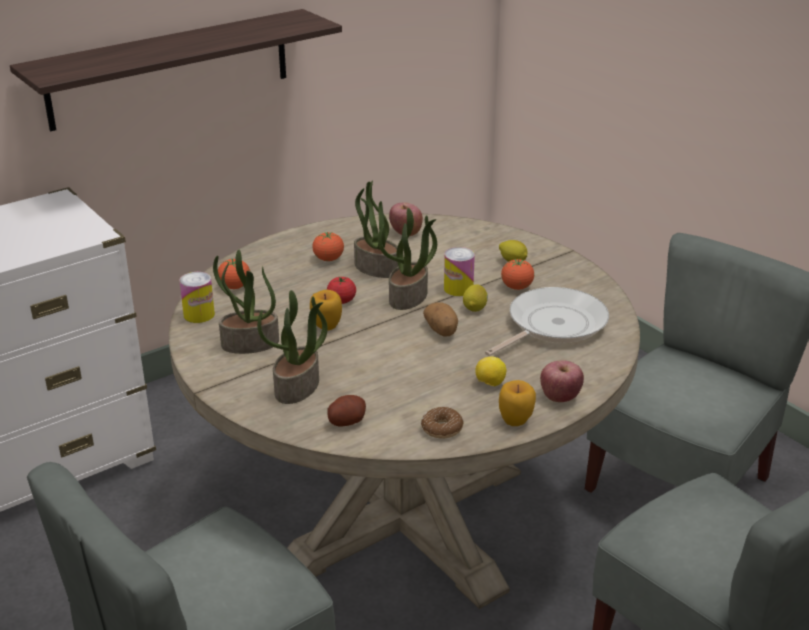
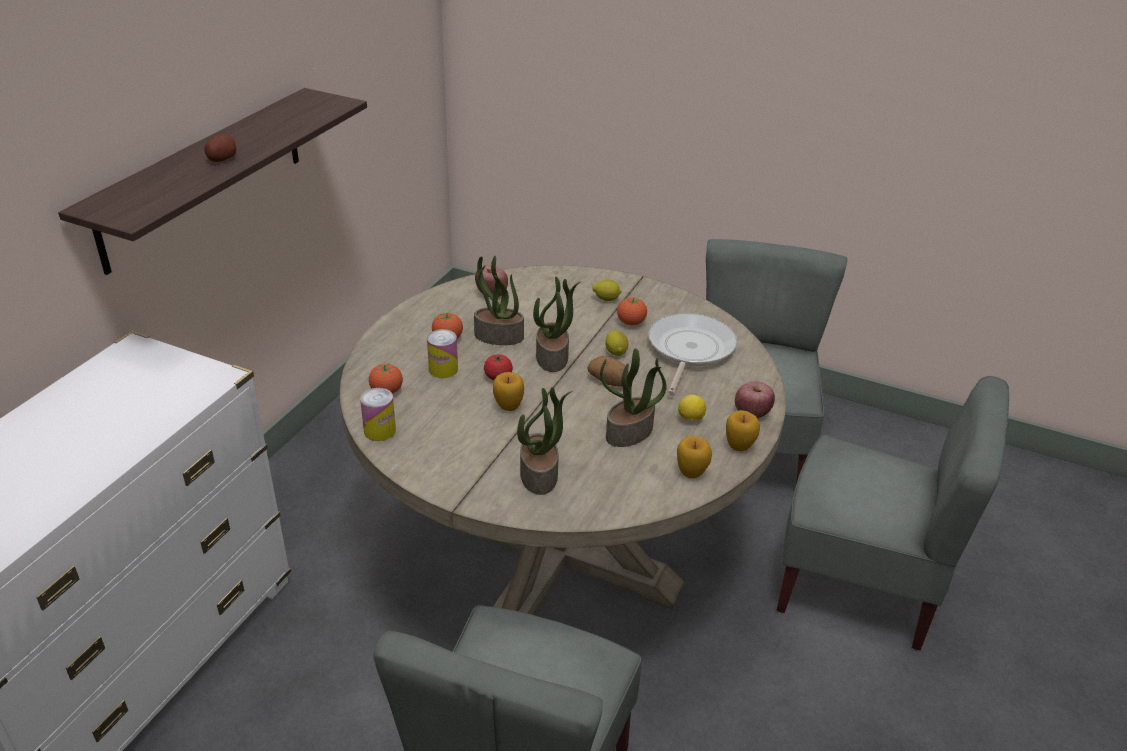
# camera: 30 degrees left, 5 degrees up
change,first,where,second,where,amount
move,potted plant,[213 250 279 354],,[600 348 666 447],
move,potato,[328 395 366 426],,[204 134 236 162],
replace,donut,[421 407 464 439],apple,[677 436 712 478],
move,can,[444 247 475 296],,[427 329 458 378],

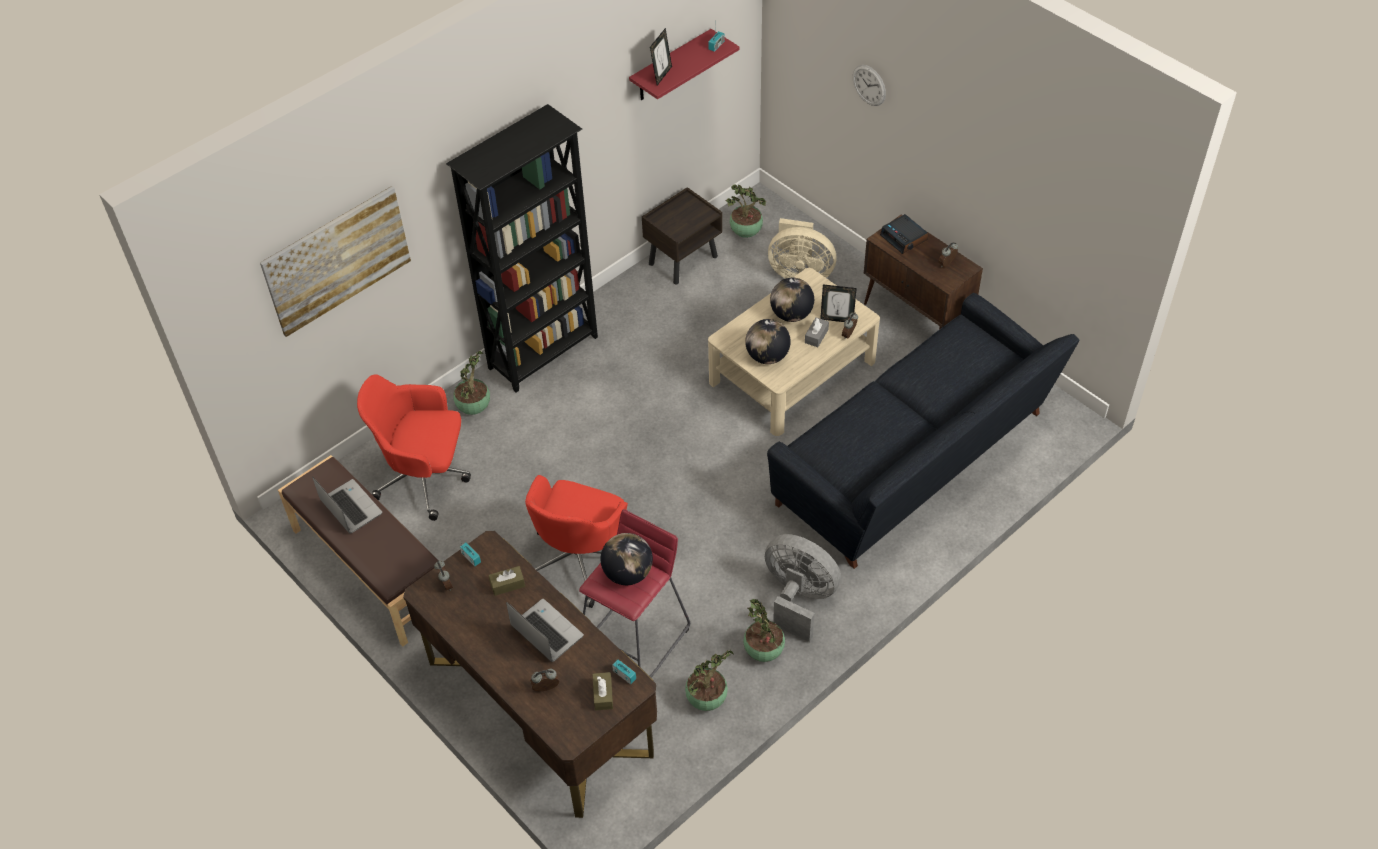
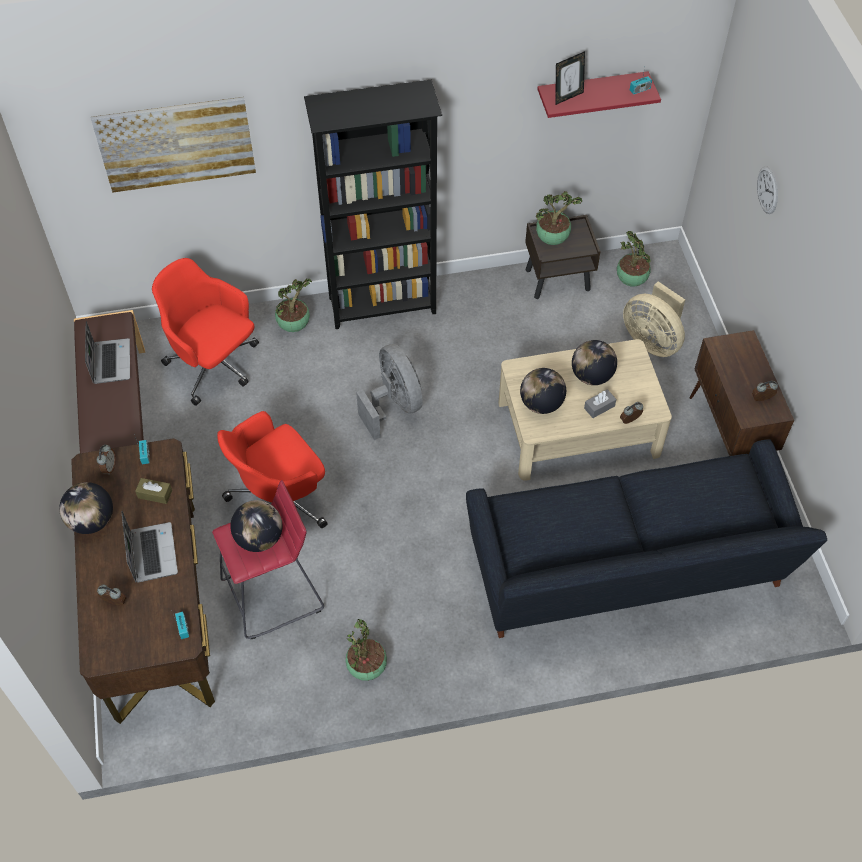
# camera: 30 degrees right, 5 degrees up
change,first,where,second,where,amount
delete,tissue box in brown,[592 672 613 711],,,
move,potted plant,[685 650 734 711],,[536 191 582 245],
move,fan in grey,[765 534 841 642],,[356 344 423 440],
delete,picture frame,[820 284 857 322],,,
delete,alarm clock,[880 214 929 254],,,
insert,,,globe,[59 482 113 534],

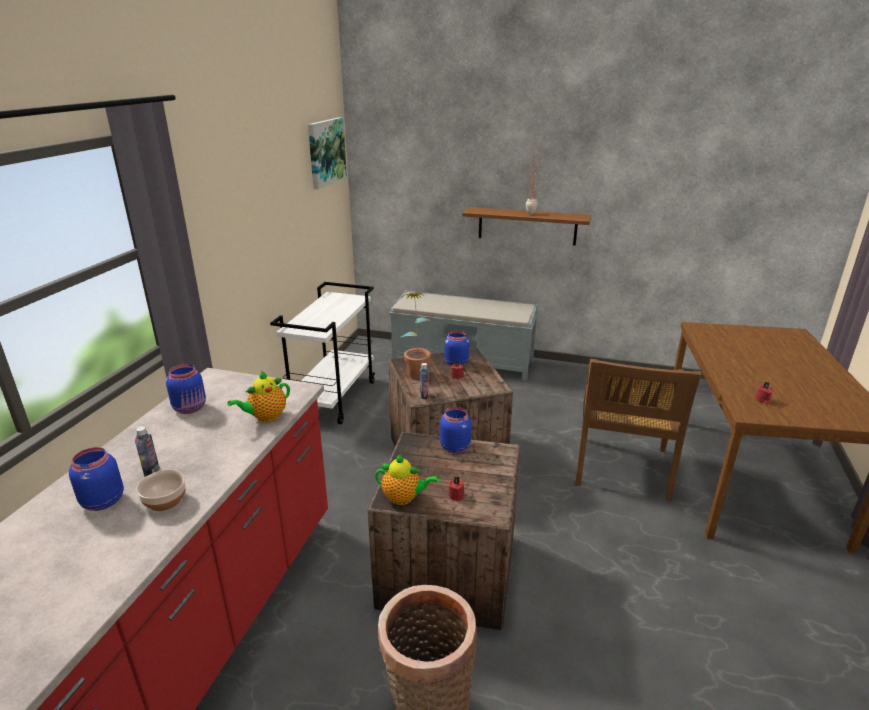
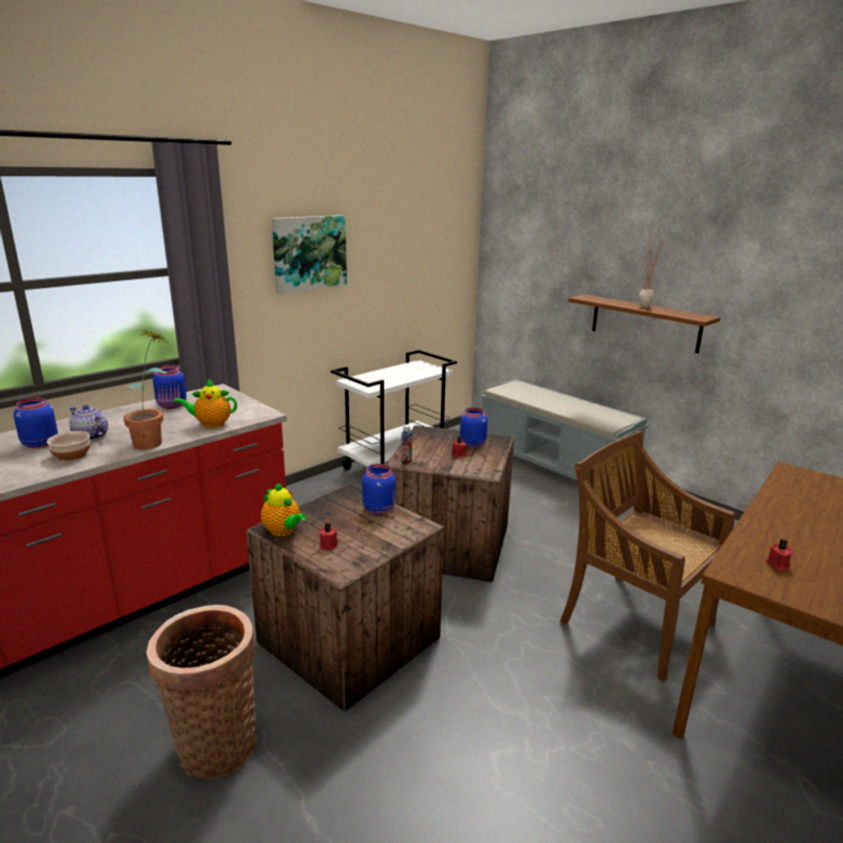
# camera: 30 degrees right, 5 degrees down
change,first,where,second,where,amount
replace,bottle,[135 426 160 477],teapot,[69 405 108 441],
move,picture,[308 117 347 189],,[271 215 347 294],
move,potted plant,[401 292 431 379],,[123 330 167 450],
rotate,chair in brown,[575 359 701 501],,[560 431 735 682],90 degrees clockwise

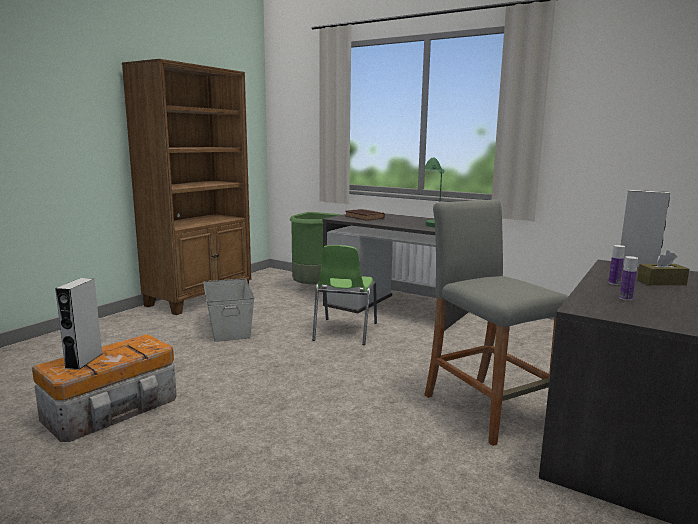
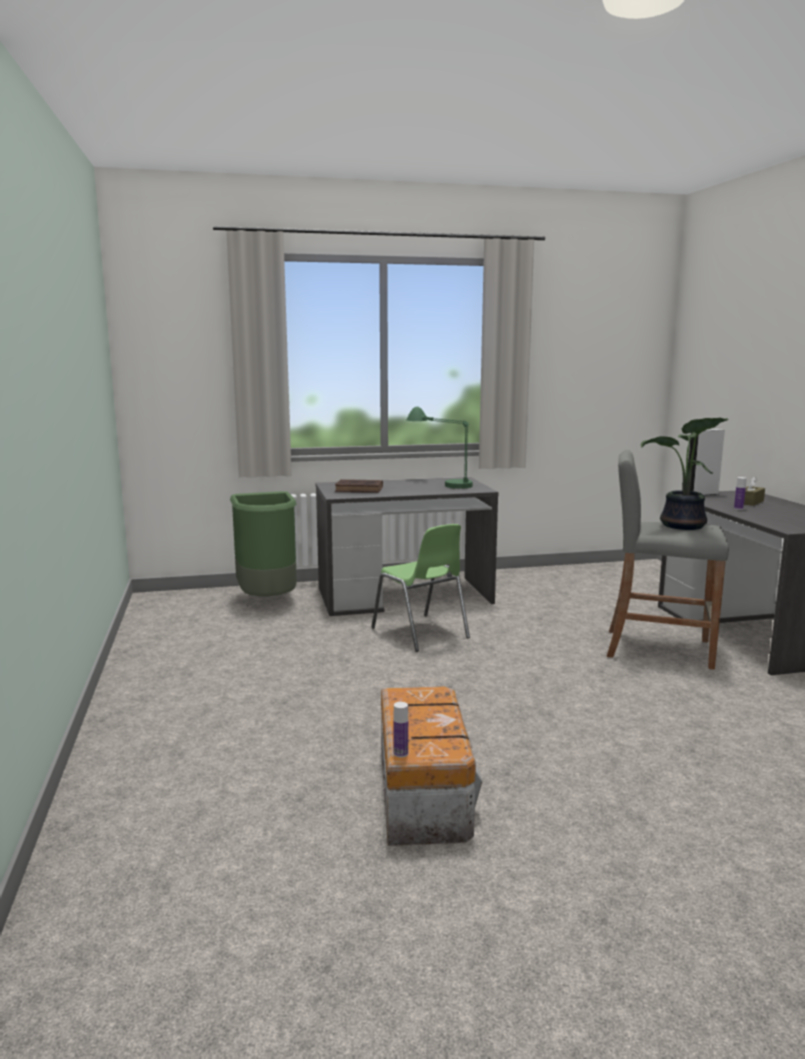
# camera: 45 degrees left, 0 degrees up
change,first,where,second,where,amount
delete,speaker in grey,[55 278 102 370],,,
delete,bookcase in brown,[122 59 251 315],,,
delete,storage box in grey,[203 279 255 342],,,
move,bottle,[619 256 638 301],,[393 702 408 757],
insert,,,potted plant,[641 418 729 530],

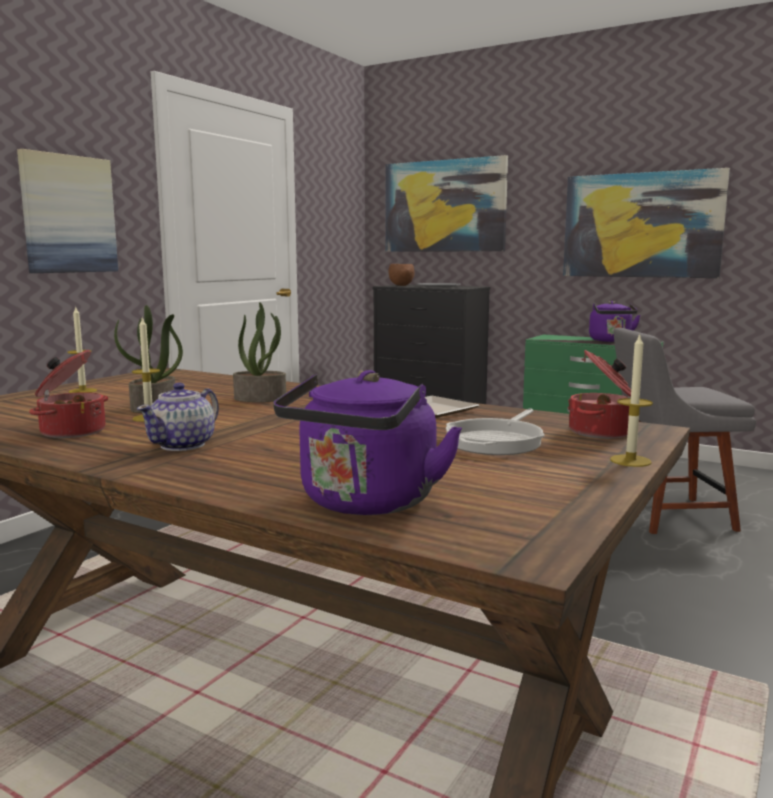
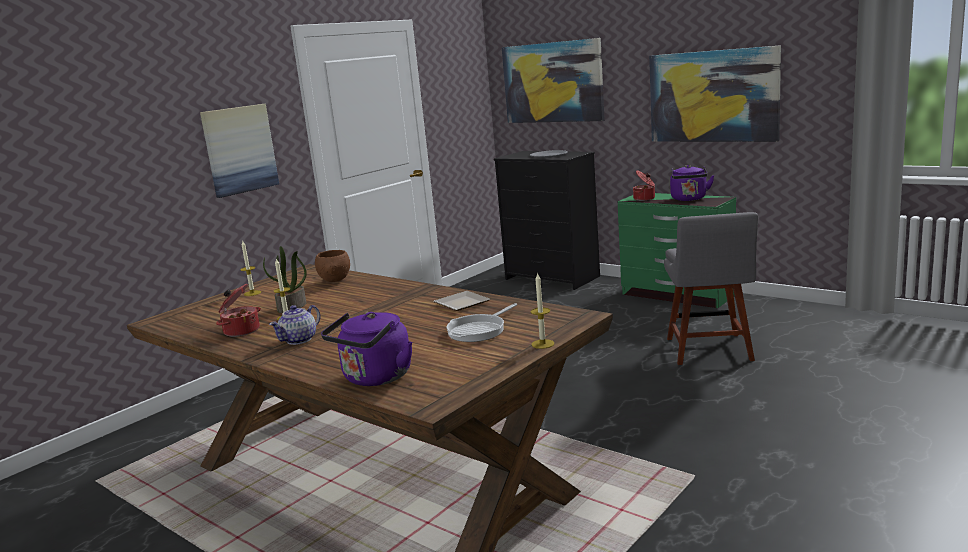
# camera: 10 degrees right, 5 degrees up
change,first,where,second,where,amount
delete,potted plant,[233 302 286 402],,,
move,bowl in brown,[389 264 415 286],,[315 250 350 282],
move,cooking pot,[568 350 631 439],,[633 170 655 201],
rotate,chair in grey,[613 327 756 534],,[664 212 758 365],90 degrees counterclockwise

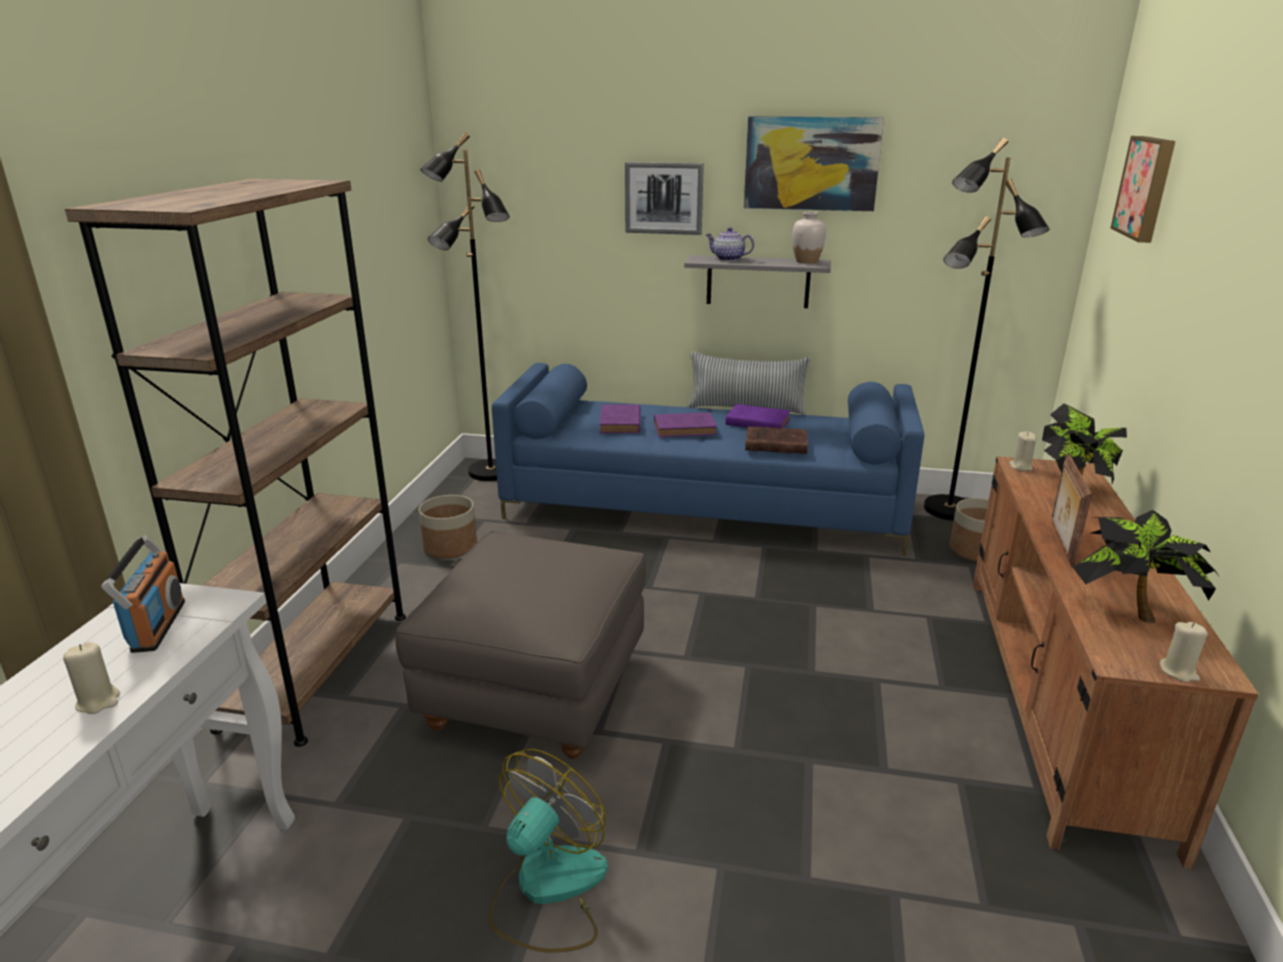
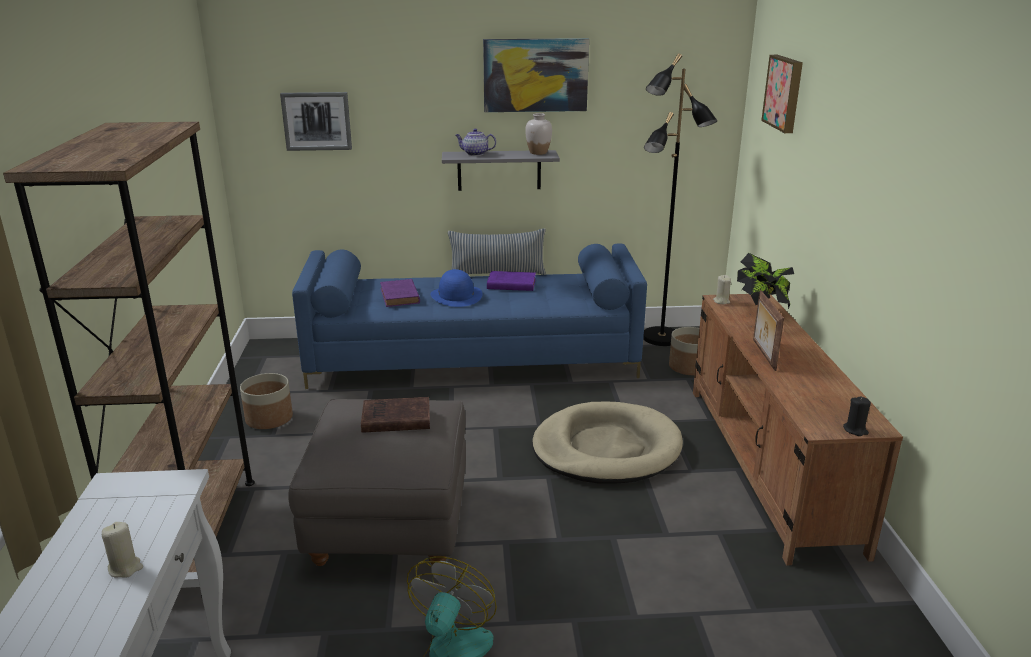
# camera: 15 degrees left, 0 degrees up
change,first,where,second,where,amount
delete,radio,[101 535 185 653],,,
delete,floor lamp in black,[420 132 510 481],,,
move,picture,[625 162 704 235],,[280 92 352 151],
replace,book in purple,[654 413 717 437],hat in blue,[430 269 483 307],
move,book in brown,[745 426 808 454],,[361 397 430 433],
delete,potted plant,[1073 510 1219 623],,,
recolor,candle in beige,[1160 622 1208 682],candle in black,[843 396 871 436],
insert,,,dog bed in beige,[532 402 683 484],

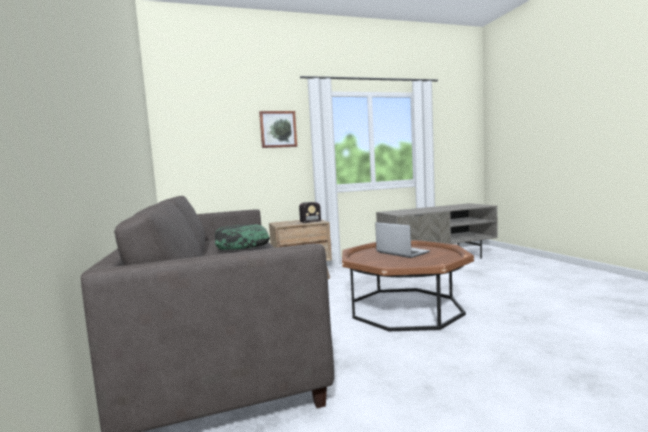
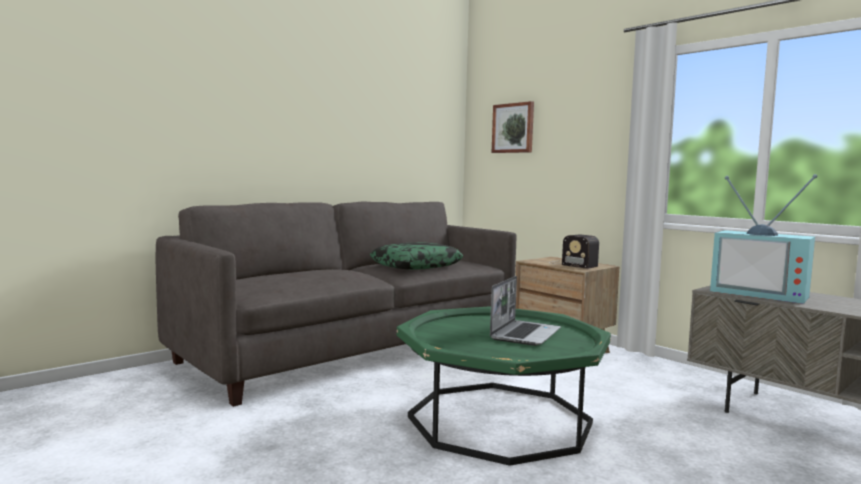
# camera: 65 degrees right, 0 degrees up
change,first,where,second,where,amount
move,picture,[259 111 297 148],,[492 101 534 153],
recolor,coffee table in brown,[342 240 474 331],coffee table in green,[397 306 611 466],
insert,,,television,[710 174 818 304],

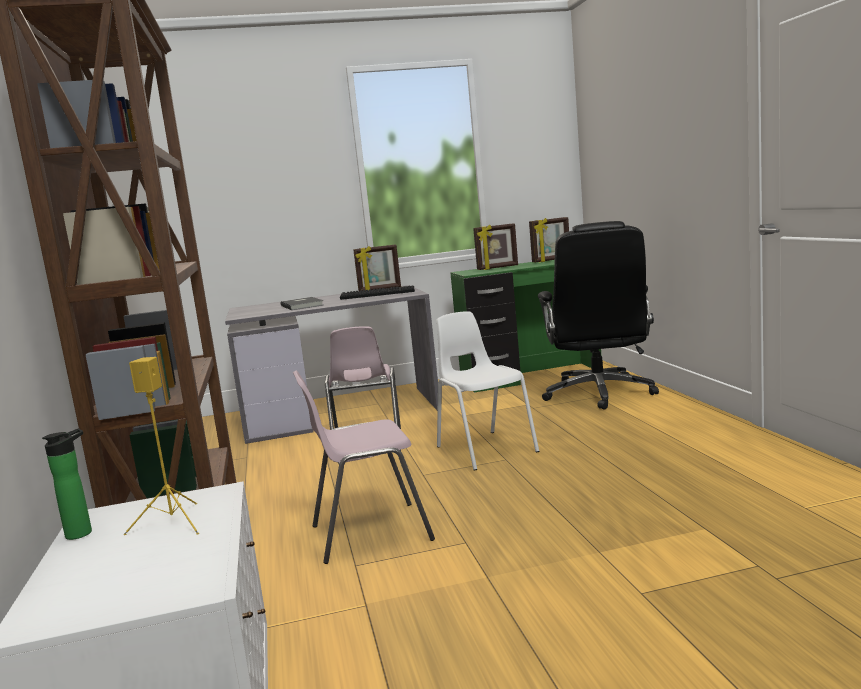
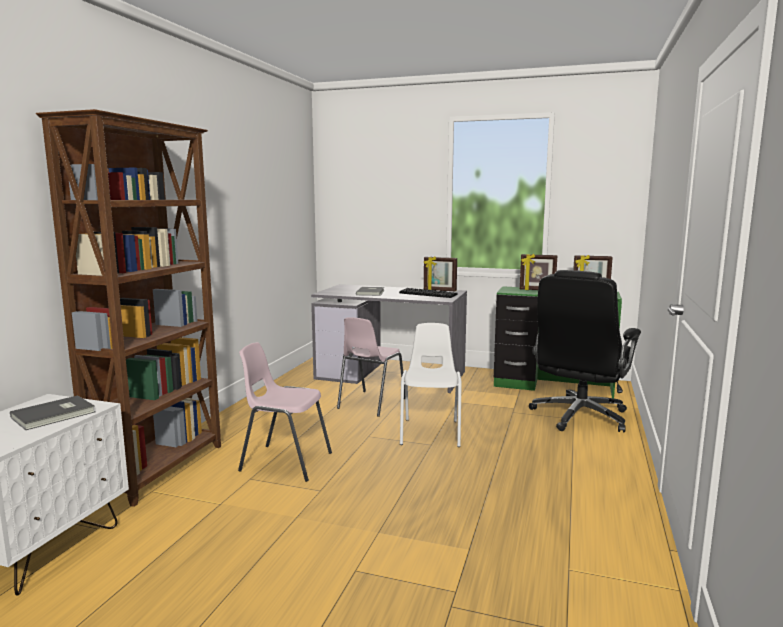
# camera: 30 degrees right, 0 degrees up
change,first,where,second,where,amount
delete,bottle,[42 428 92 540],,,
replace,speaker in yellow,[124 357 199 535],book in grey,[10 395 95 430],

